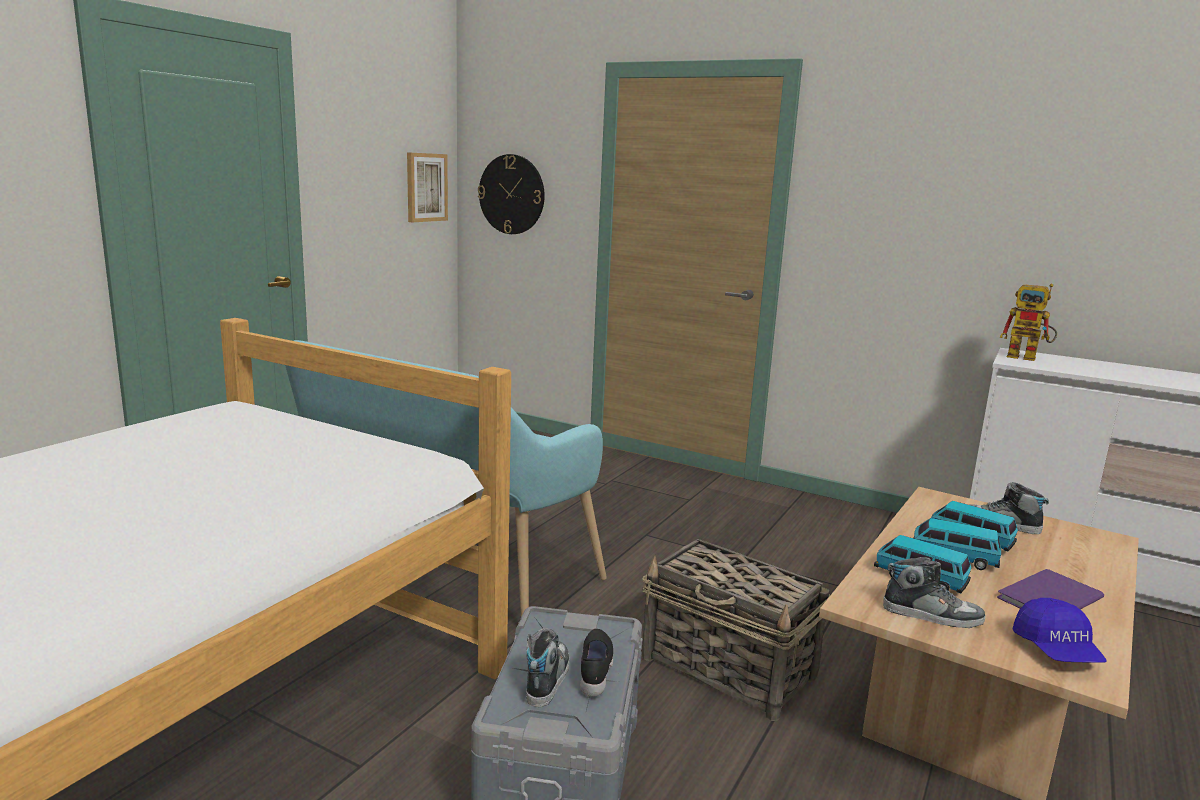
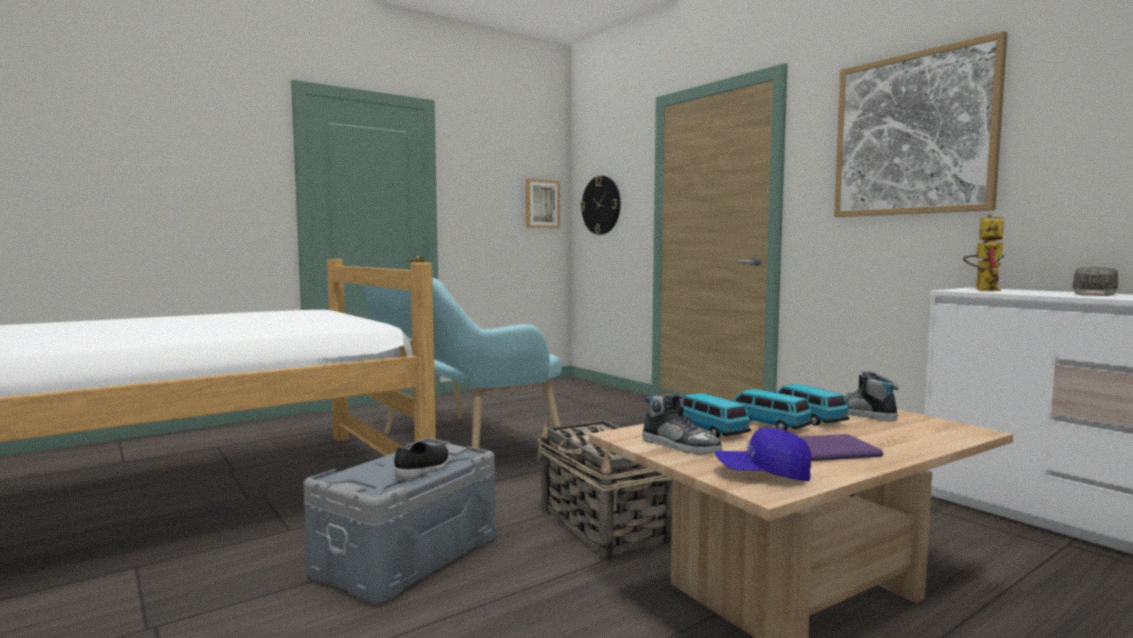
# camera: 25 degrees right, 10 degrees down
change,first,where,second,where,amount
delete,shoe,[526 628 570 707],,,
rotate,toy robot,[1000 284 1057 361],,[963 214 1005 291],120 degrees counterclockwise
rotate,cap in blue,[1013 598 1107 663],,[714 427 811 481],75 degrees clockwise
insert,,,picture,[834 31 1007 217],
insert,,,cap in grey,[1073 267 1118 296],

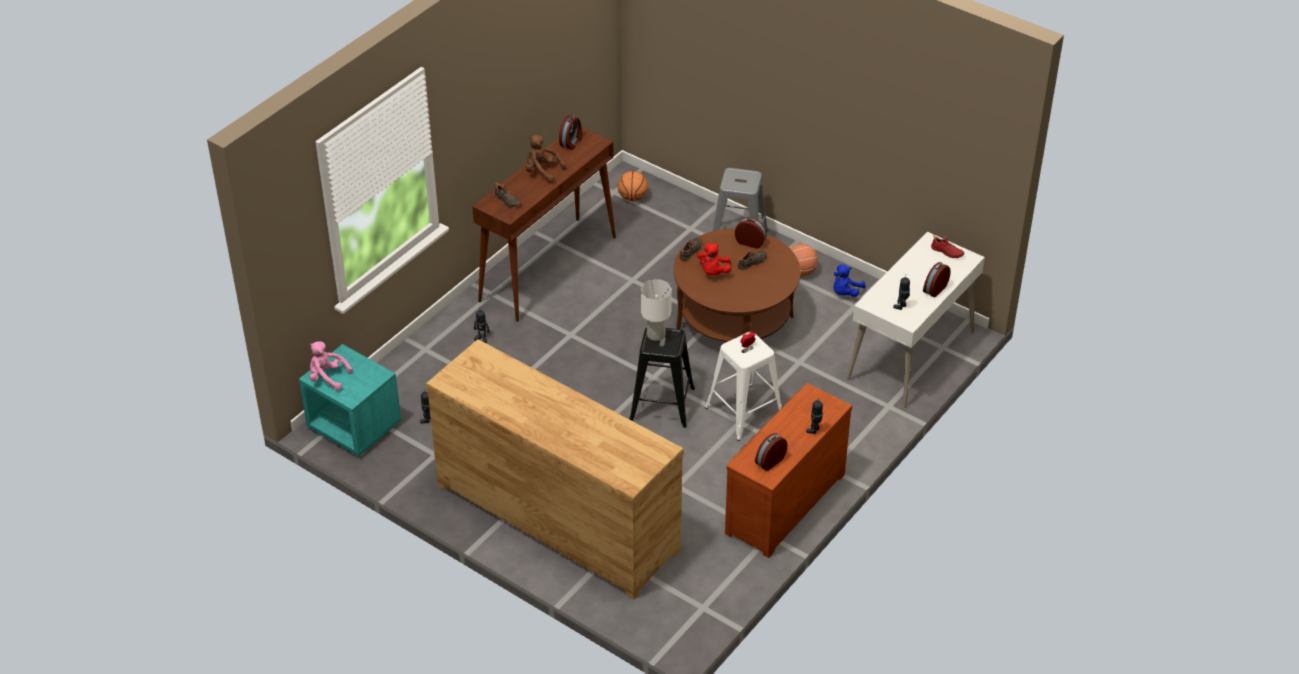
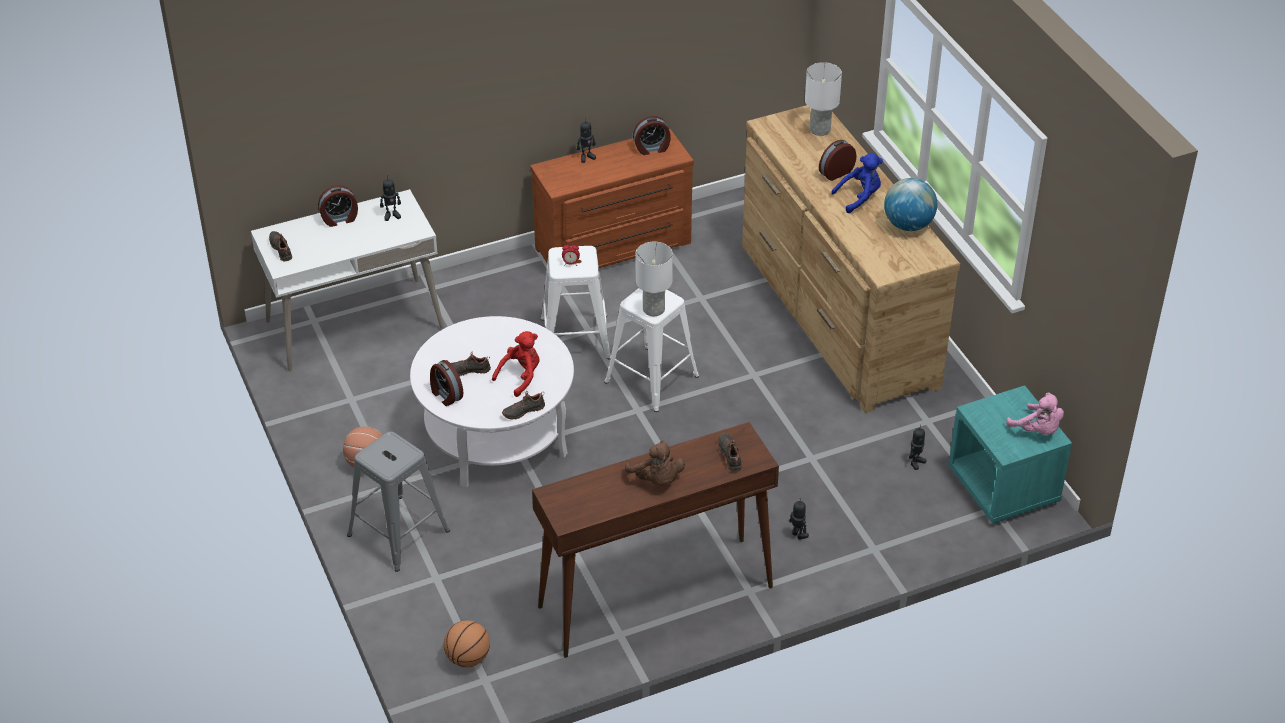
# camera: 150 degrees left, 0 degrees up
change,first,where,second,where,amount
move,alarm clock,[559 115 582 150],,[819 140 856 181],
recolor,stool in black,[629 327 695 428],stool in white,[604 288 699 412],
recolor,coffee table in brown,[673 229 801 353],coffee table in white,[410 316 574 487],
move,plush toy in blue,[833 264 866 297],,[831 153 883 213],
recolor,shoe in red,[931 235 964 258],shoe in black,[269 231 292 261],
insert,,,table lamp in white,[805 62 842 136],
insert,,,globe,[884 178 937 231],

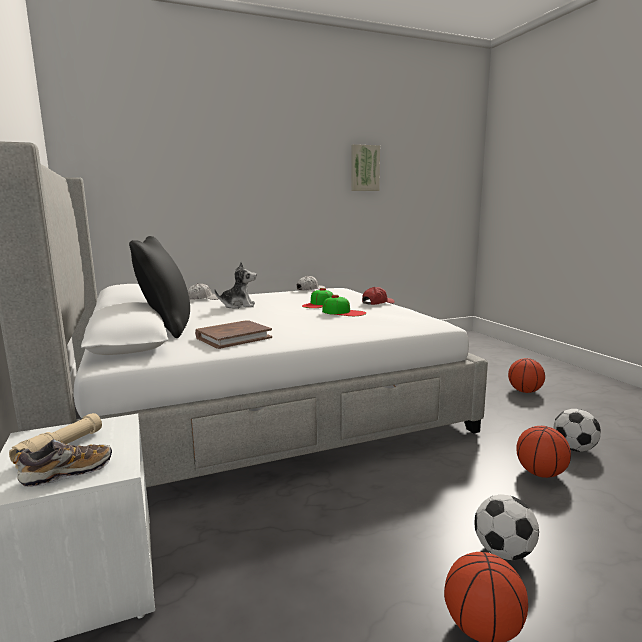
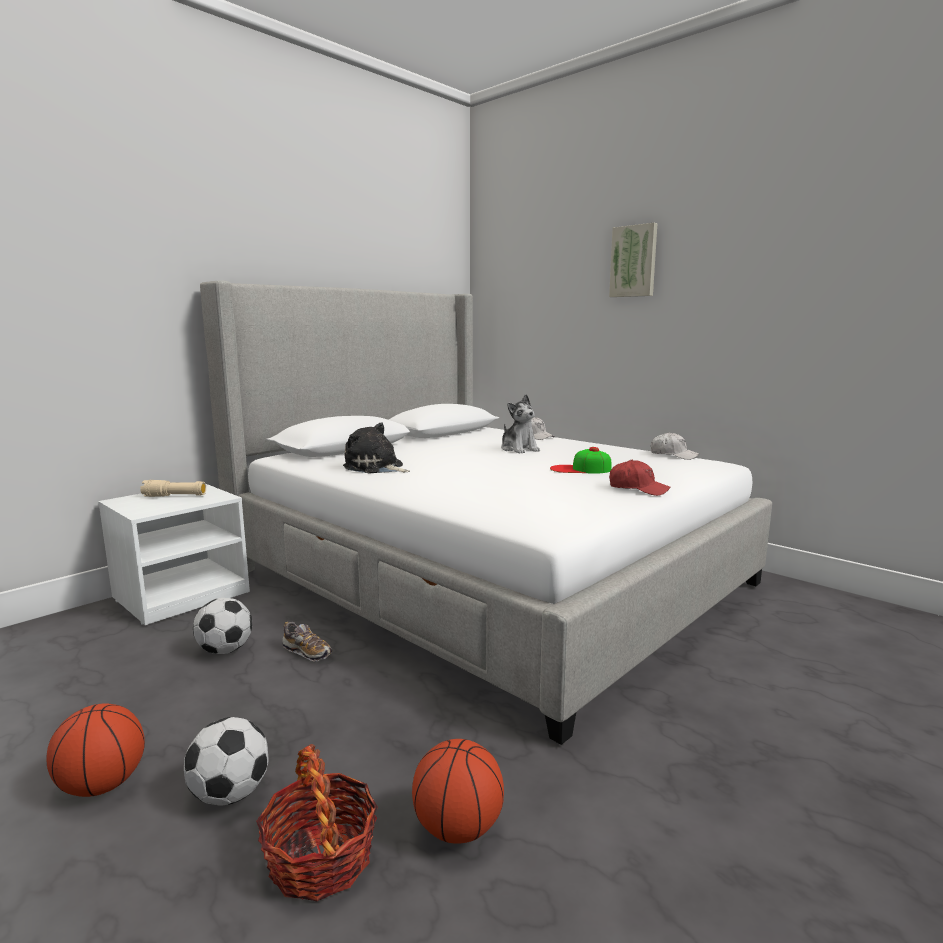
# camera: 65 degrees right, 0 degrees up
change,first,where,second,where,amount
move,shoe,[13 439 112 487],,[283 622 332 662],
delete,pillow in black,[129 236 190 338],,,
replace,book in brown,[195 320 272 349],plush toy,[343 422 410 474],
delete,cap,[322 295 366 316],,,
move,picture,[351 144 380 191],,[609 223 658 297],
delete,basketball,[508 358 545 393],,,
move,football,[554 409 601 452],,[193 598 252 654],
insert,,,basket,[256 744 378 901],

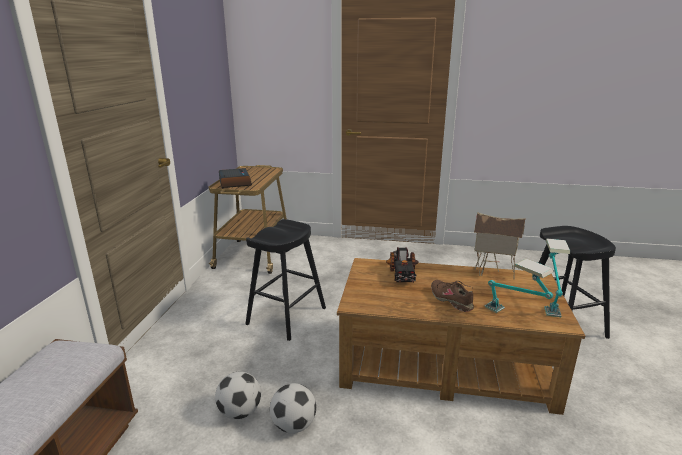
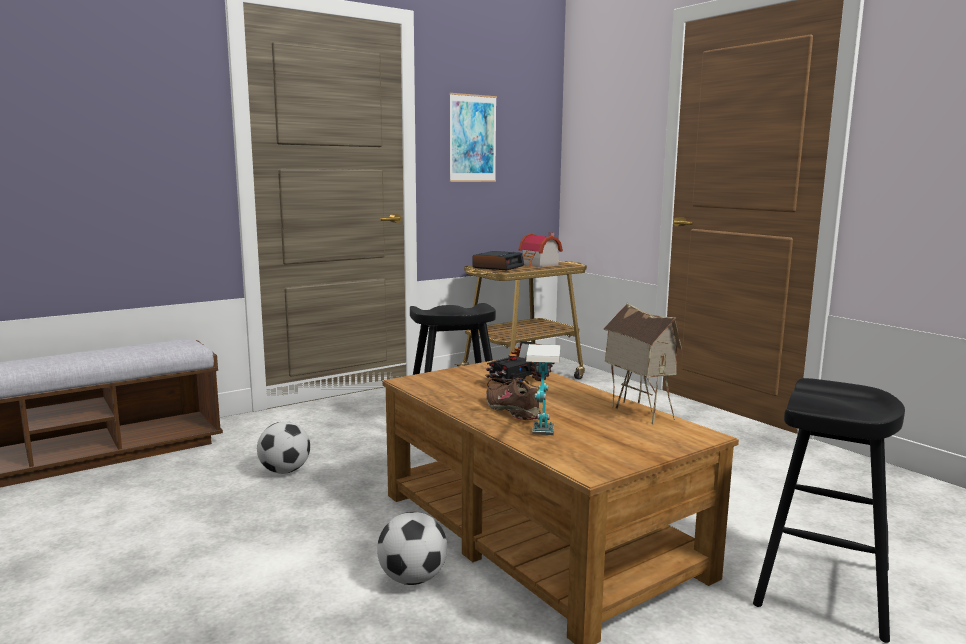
# camera: 45 degrees right, 10 degrees down
change,first,where,second,where,amount
move,football,[270 383 316 433],,[377 512 447 585],
rotate,shoe in brown,[431 280 474 312],,[486 378 541 420],45 degrees counterclockwise
delete,table lamp,[544 238 570 317],,,
insert,,,picture,[449 93 497 182],
insert,,,toy house,[519 232 563 267],

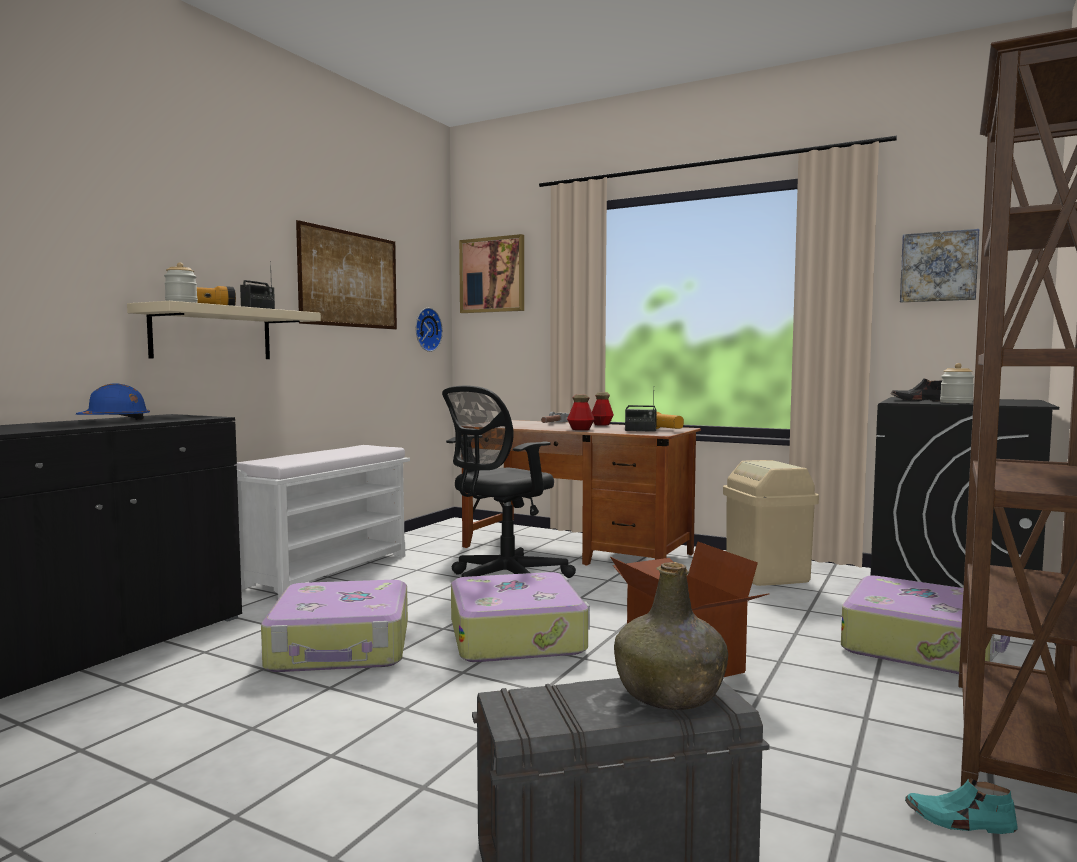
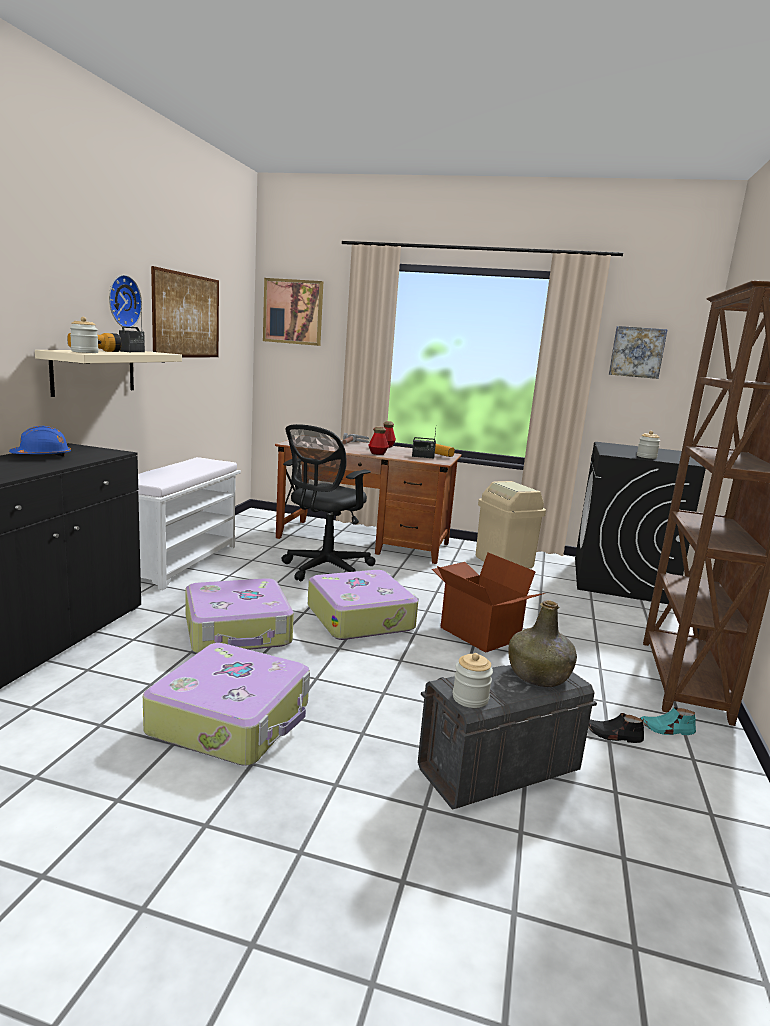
# camera: 15 degrees left, 10 degrees up
change,first,where,second,where,amount
move,wall clock,[416 308 443 352],,[109 275 142 327],
move,suitcase,[841 576 1010 674],,[143 643 310 766],
move,shoe in black,[890 378 942 401],,[588 713 644 743],
insert,,,jar,[453 653 493 708],

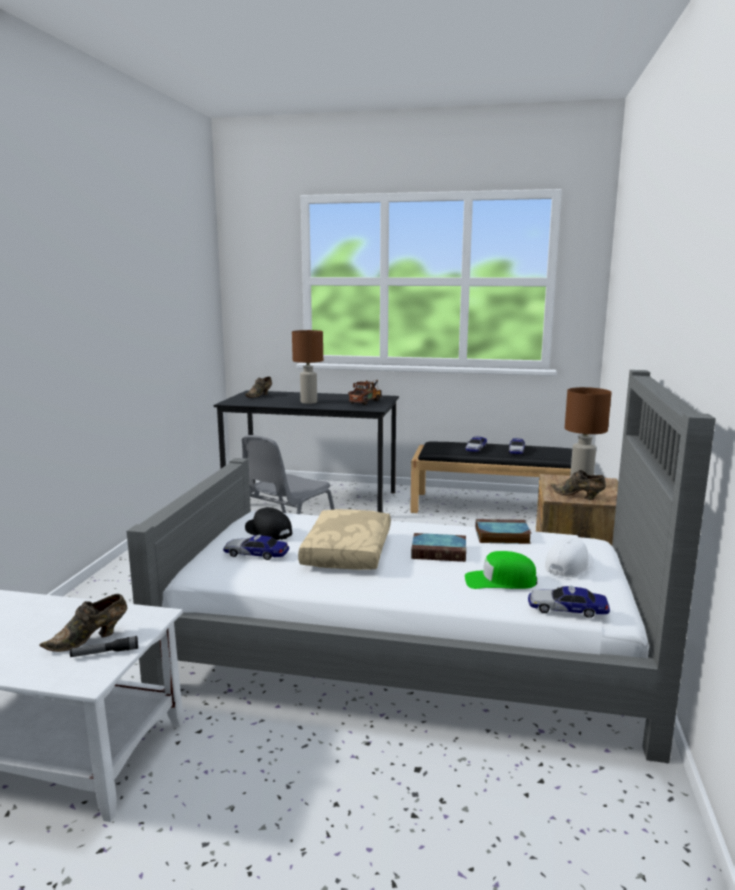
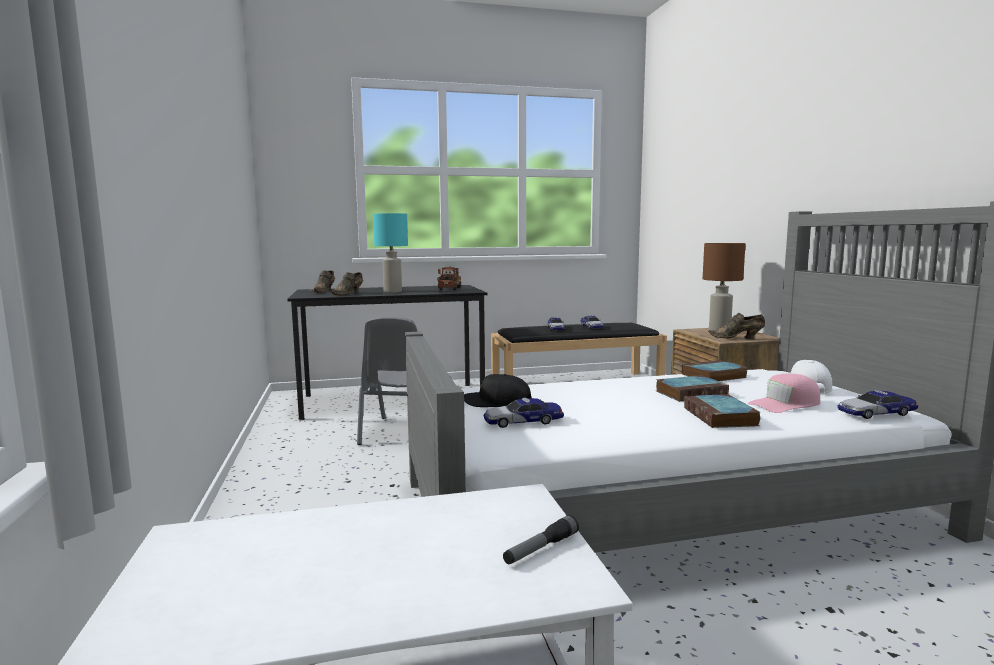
# camera: 25 degrees left, 5 degrees down
change,first,where,second,where,amount
move,shoe in brown,[39 594 127 652],,[331 272 363 295],
recolor,table lamp in brown,[292 330 323 404],table lamp in turquoise,[373 213 408 293],
delete,pillow in beige,[298 509 391 570],,,
recolor,cap in green,[465 551 537 589],cap in pink,[748 374 820 413],
insert,,,book,[684 394 760 428],

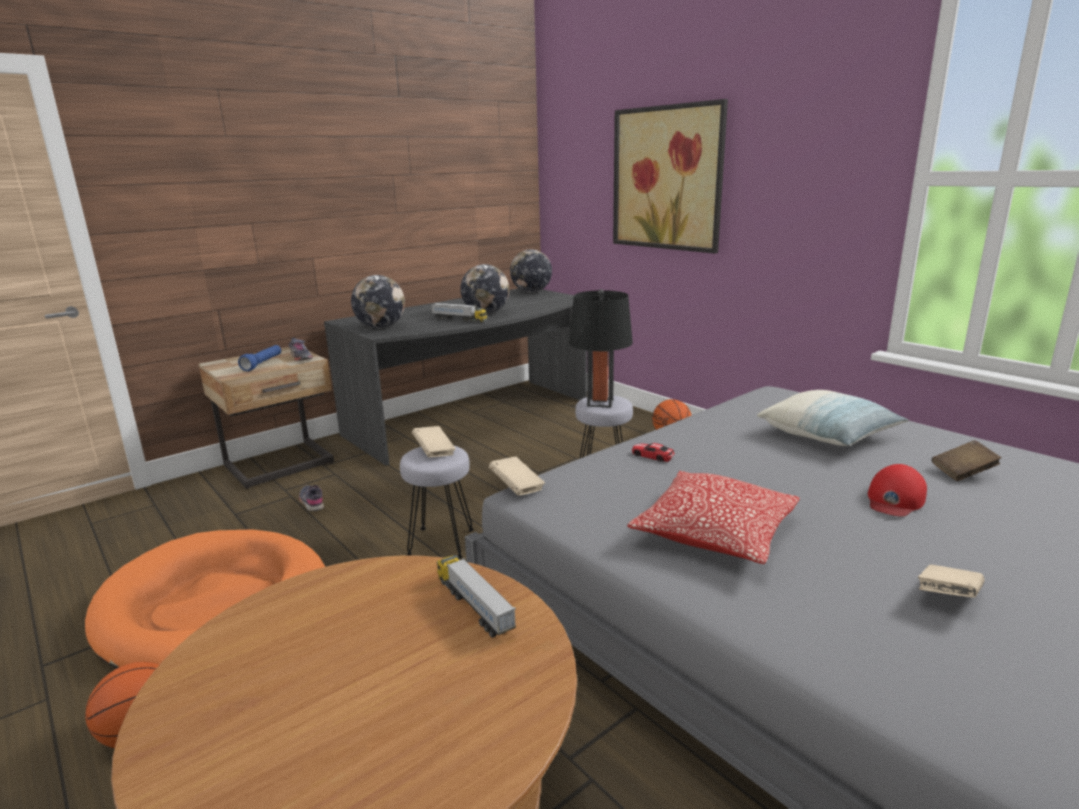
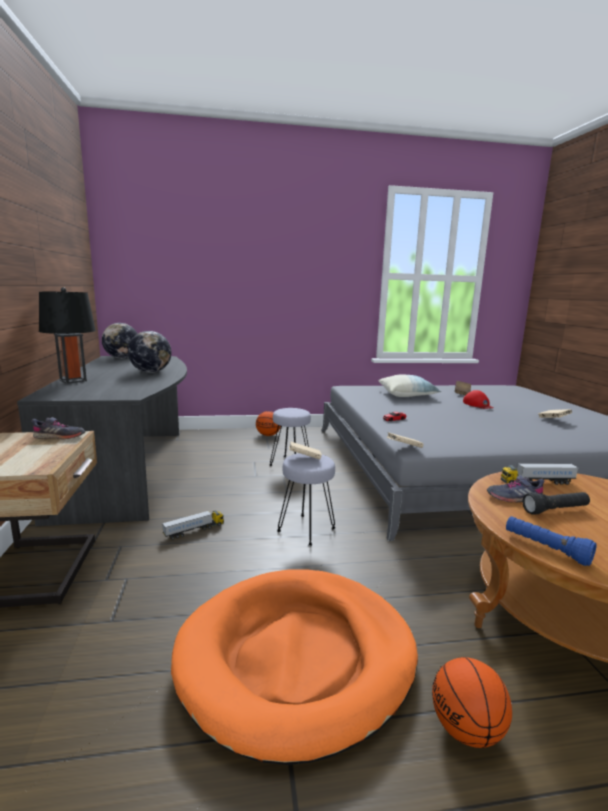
# camera: 60 degrees left, 5 degrees down
change,first,where,second,where,amount
move,flashlight in blue,[238 345 281 371],,[506 516 597 566],
move,shoe in grey,[299 485 324 511],,[487 475 544 503],
delete,globe,[351 275 405 328],,,
move,toy truck,[431 303 487 323],,[162 511 224 540],
move,table lamp in black,[569 289 633 407],,[39 287 96 384],
delete,picture,[613 99 728 253],,,
delete,pillow,[627 471 800 564],,,
insert,,,flashlight in black,[522 492 590 515],

